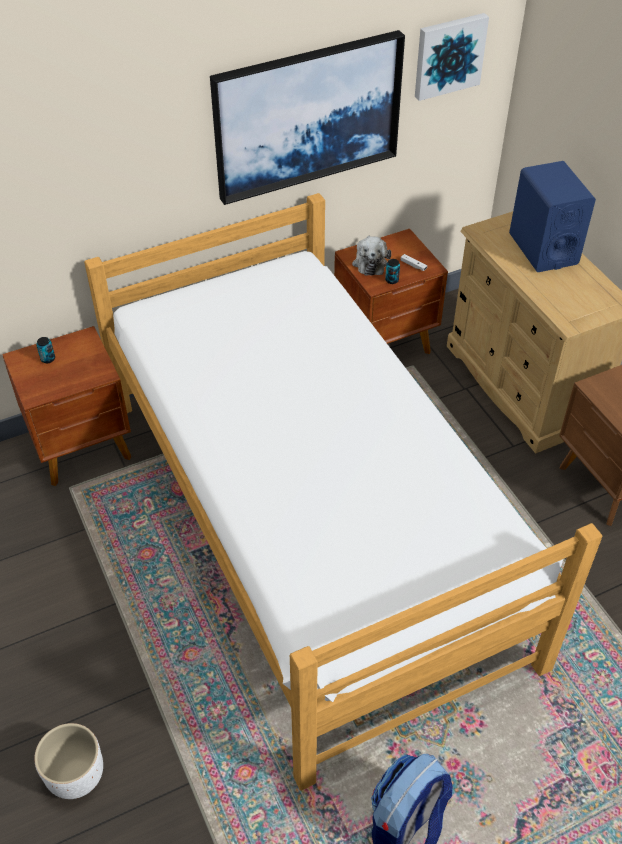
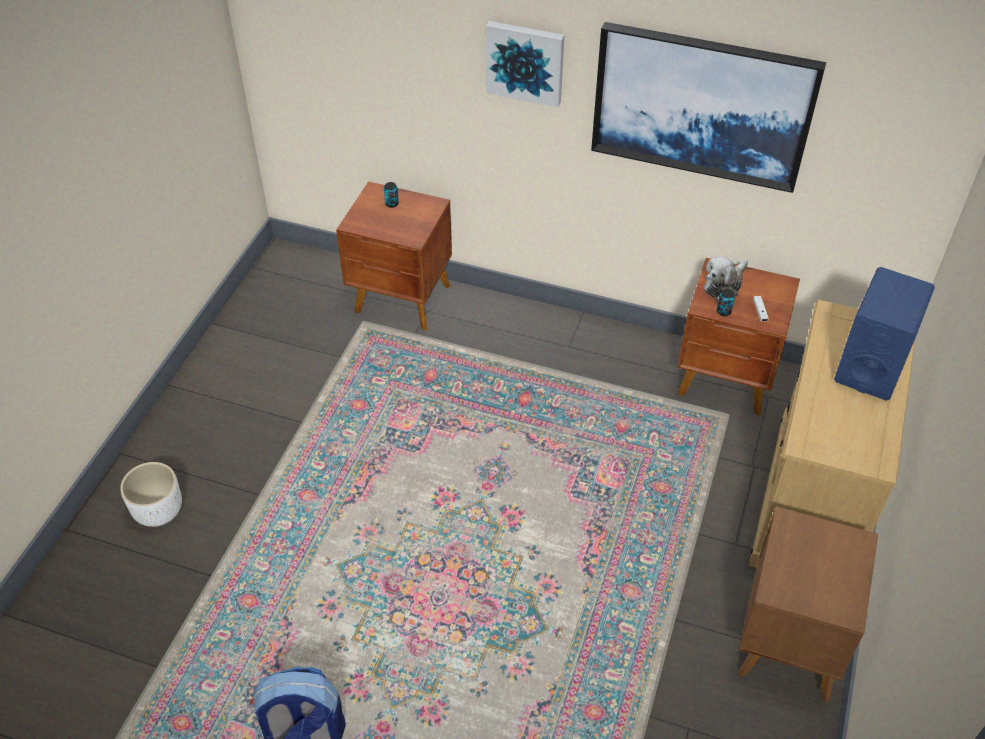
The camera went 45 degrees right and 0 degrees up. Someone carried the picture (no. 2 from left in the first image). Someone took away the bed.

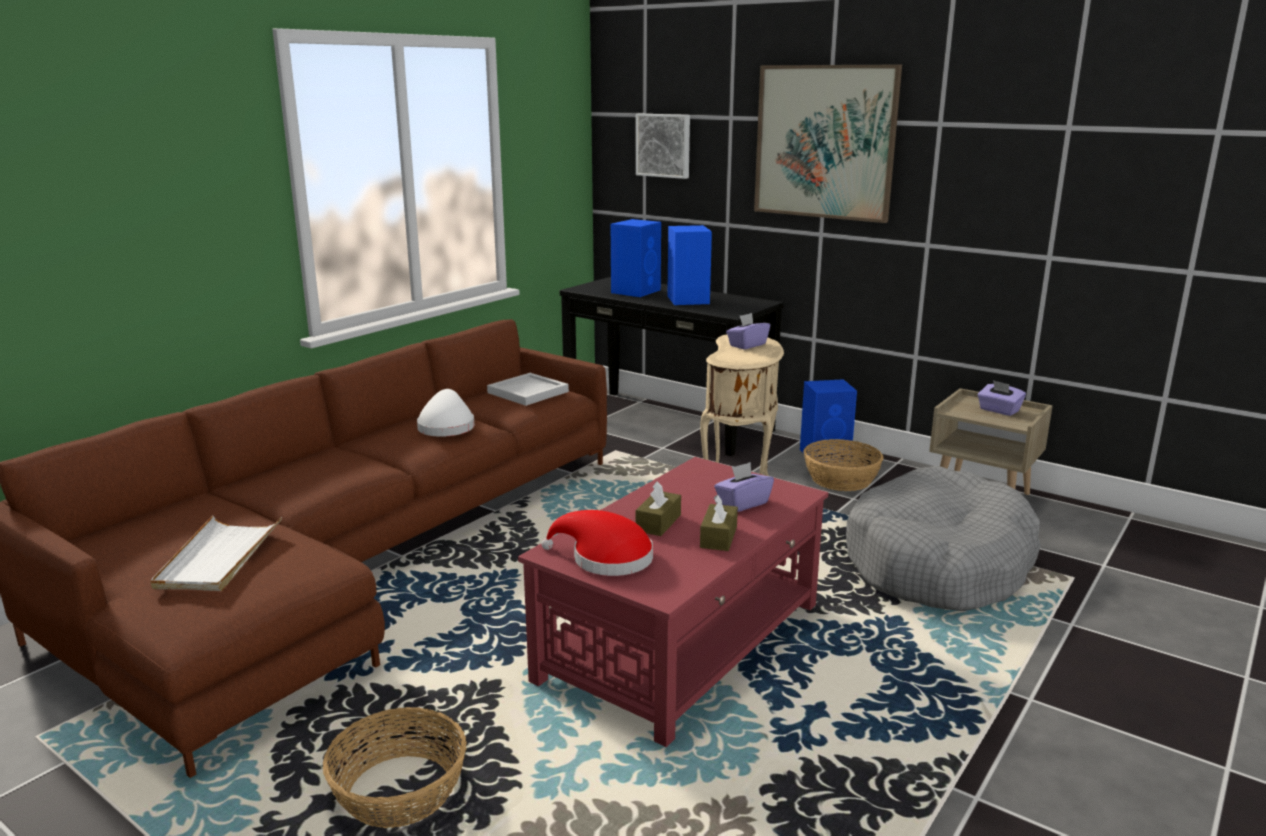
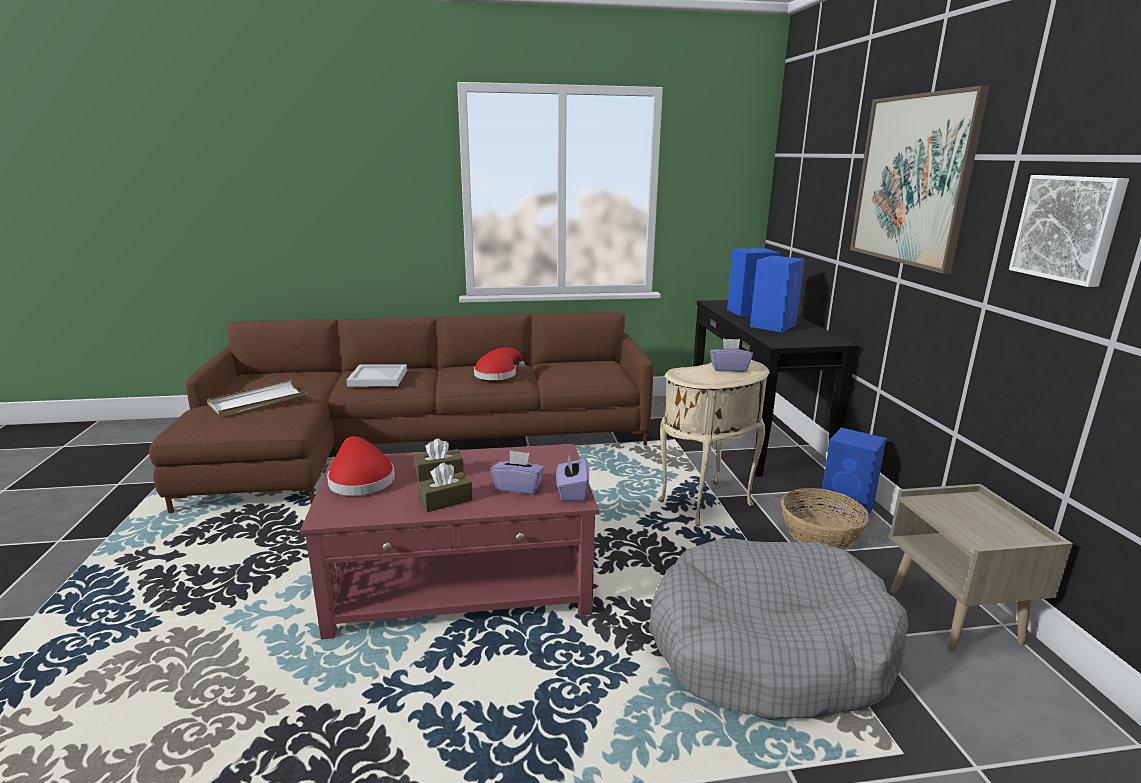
The camera went 45 degrees right and 0 degrees up. Someone carried the white tray (no. 2 from left). Someone repainted the white hat, which became the red hat (no. 2 from left). Someone carried the purple tissue box (no. 3 from left in the first image). Someone carried the picture (no. 1 from left in the first image). Someone took away the basket (no. 1 from left).

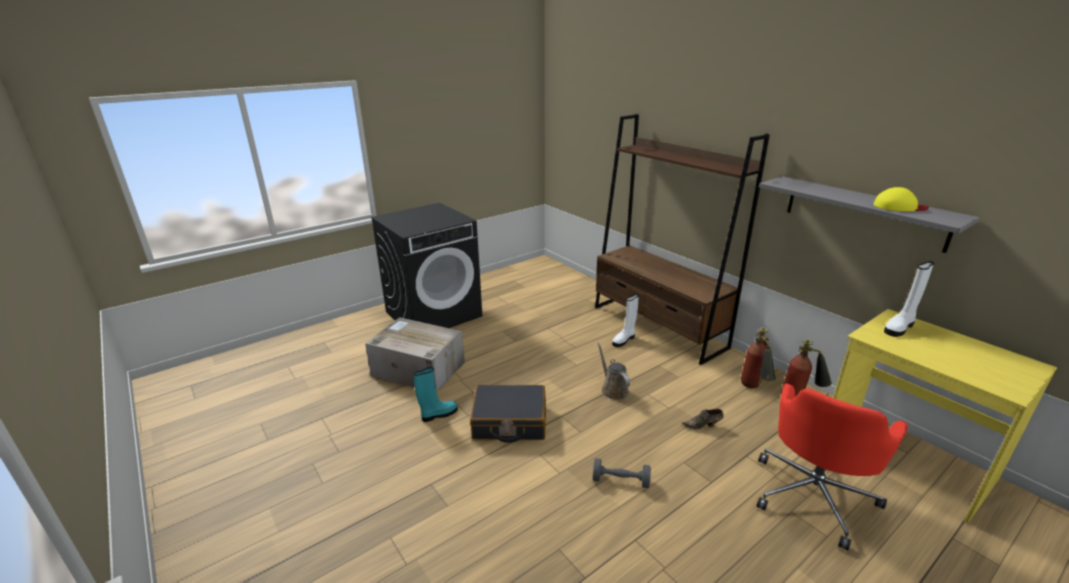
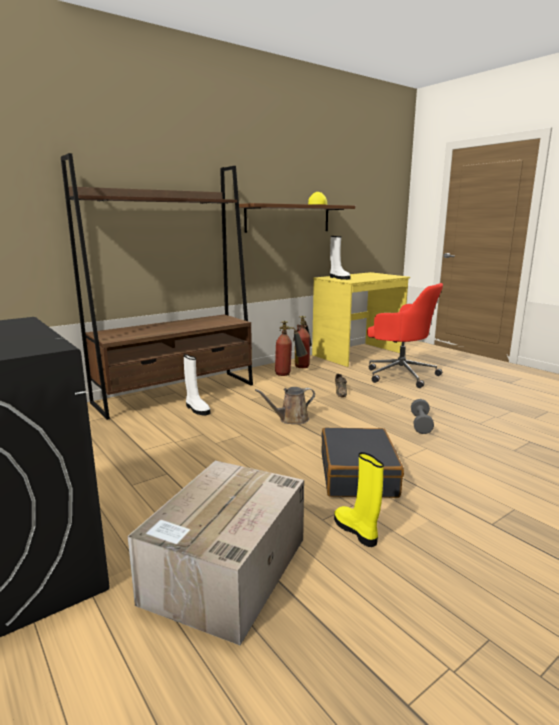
The camera went 90 degrees left and 10 degrees down. Someone repainted the grey shelf, which became the brown shelf. Someone repainted the turquoise boot, which became the yellow boot.

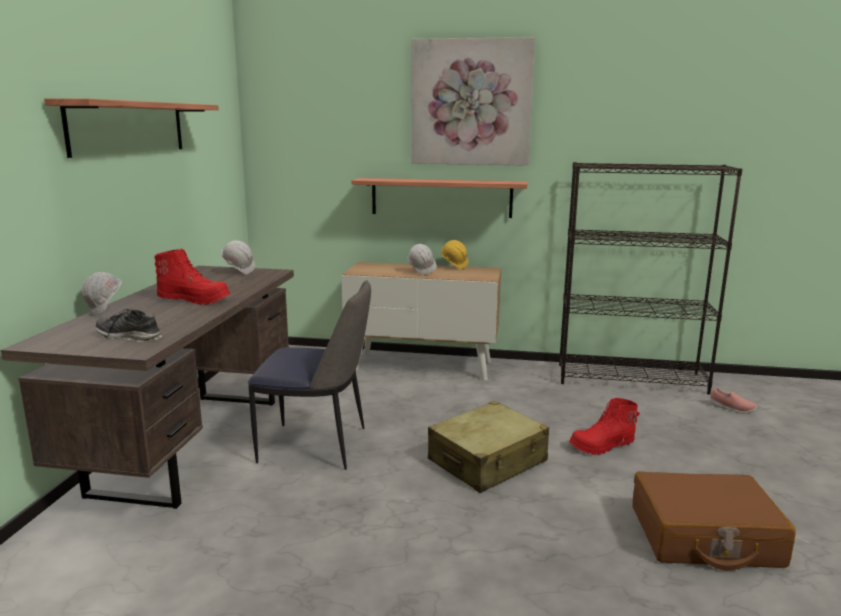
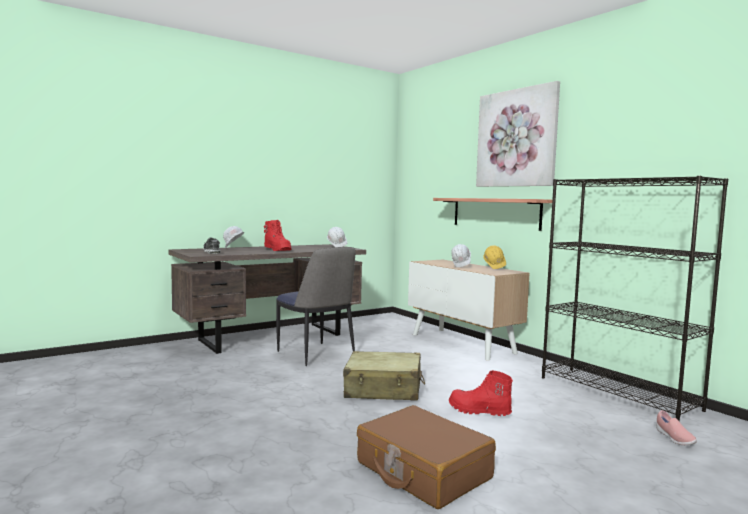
The camera went 45 degrees right and 10 degrees down. Someone took away the shelf (no. 1 from left).

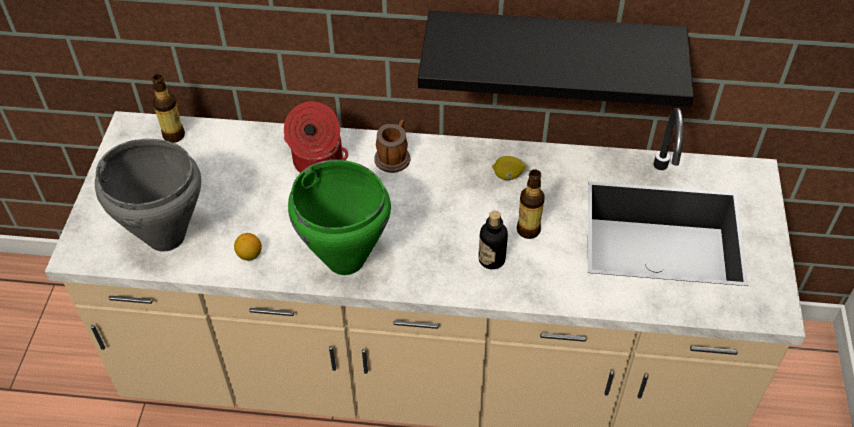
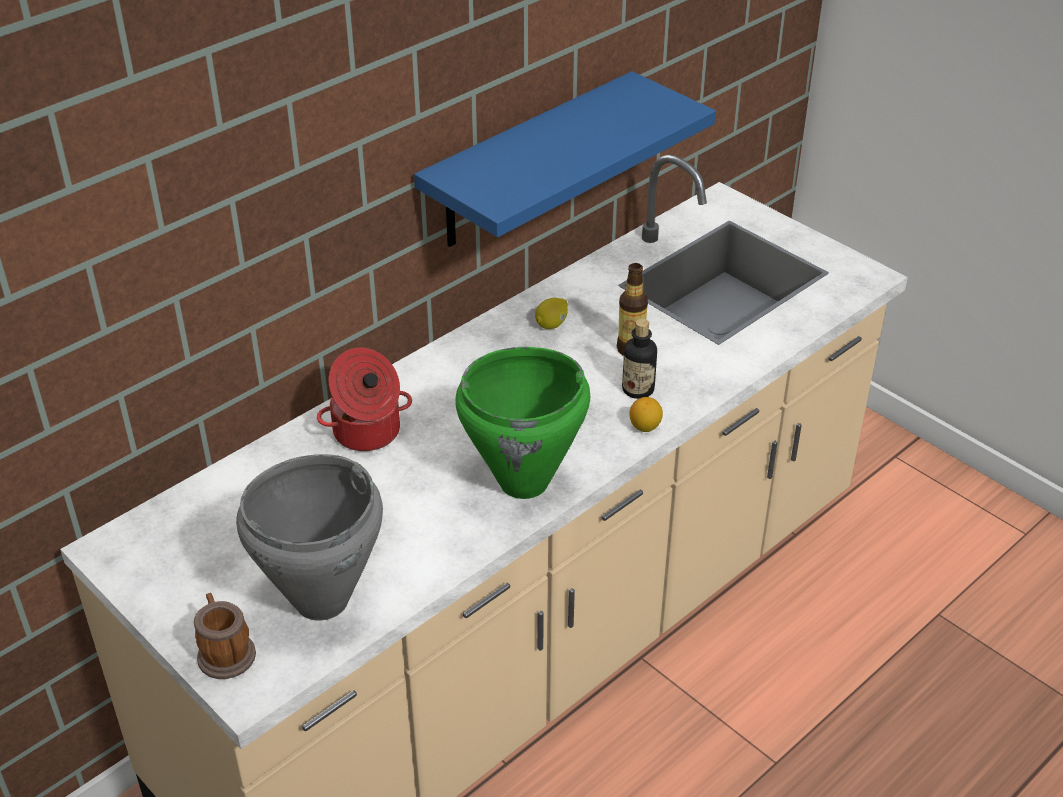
The camera went 50 degrees left and 10 degrees down. Someone carried the mug. Someone repainted the black shelf, which became the blue shelf. Someone carried the lemon (no. 1 from left in the first image). Someone took away the bottle (no. 1 from left).

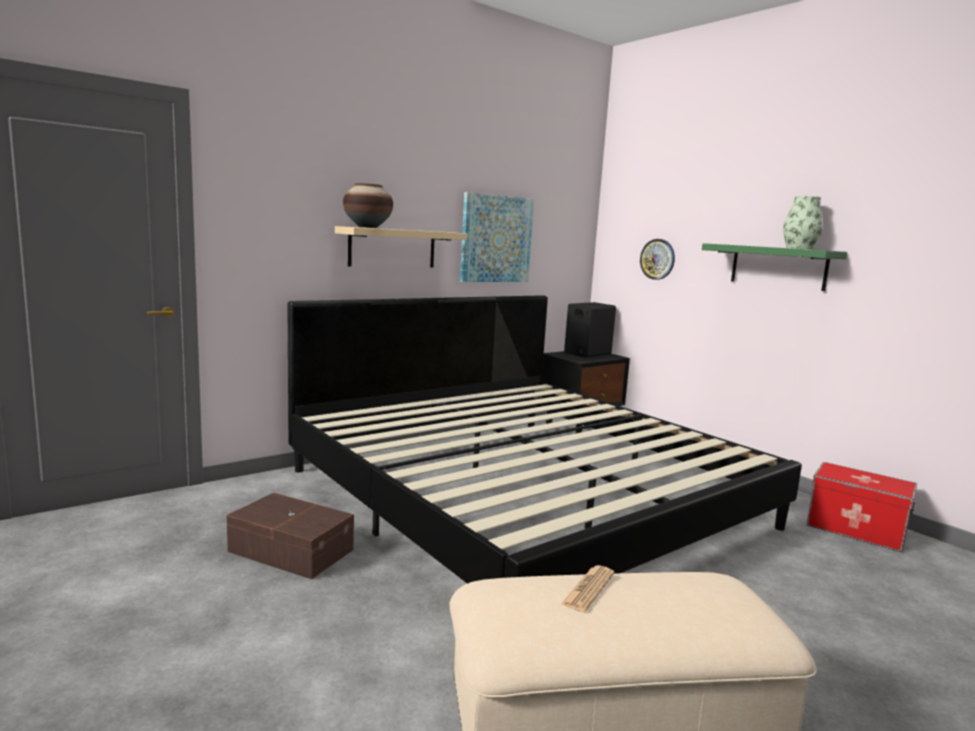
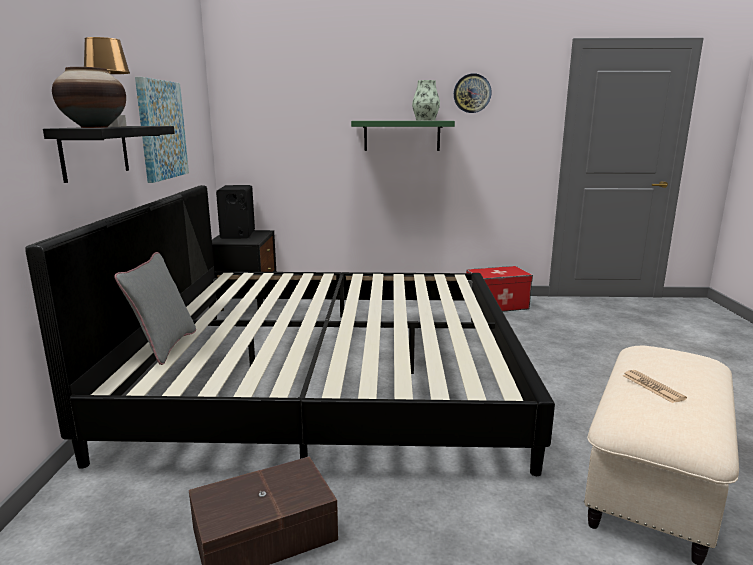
The camera went 50 degrees left and 5 degrees up. Someone repainted the beige shelf, which became the black shelf. Someone put down the brown table lamp. Someone put down the grey pillow. Someone carried the wall clock.

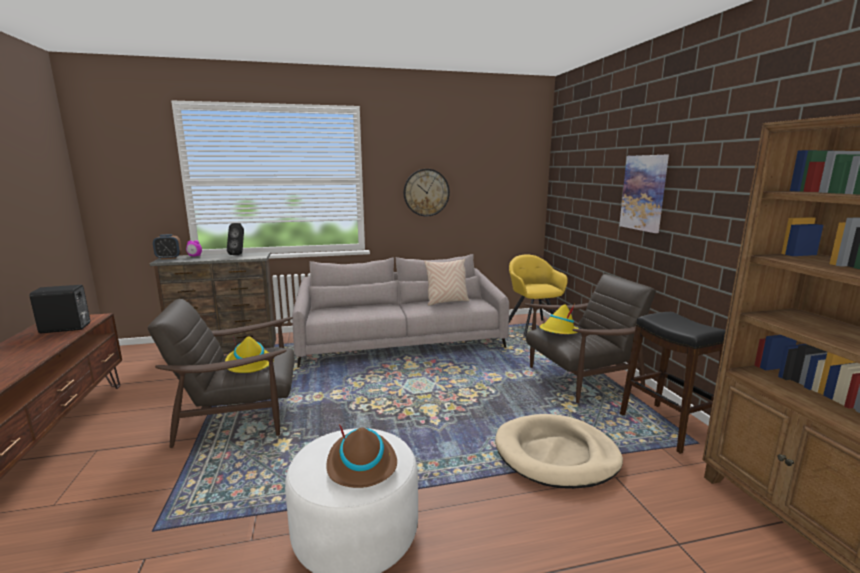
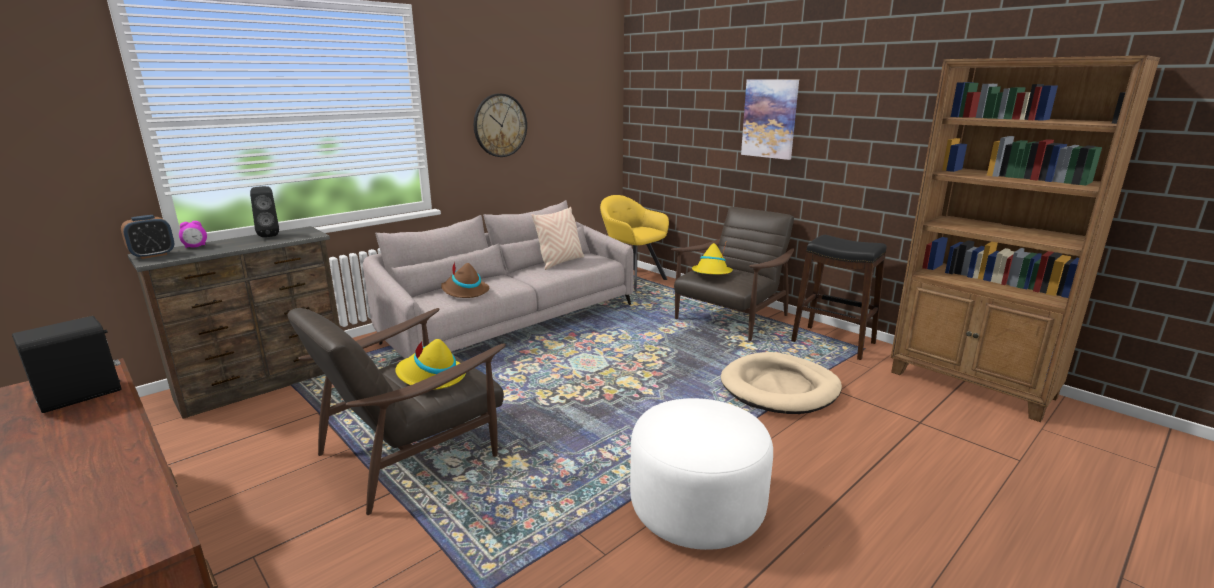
The camera went 30 degrees left and 5 degrees up. Someone carried the brown hat.

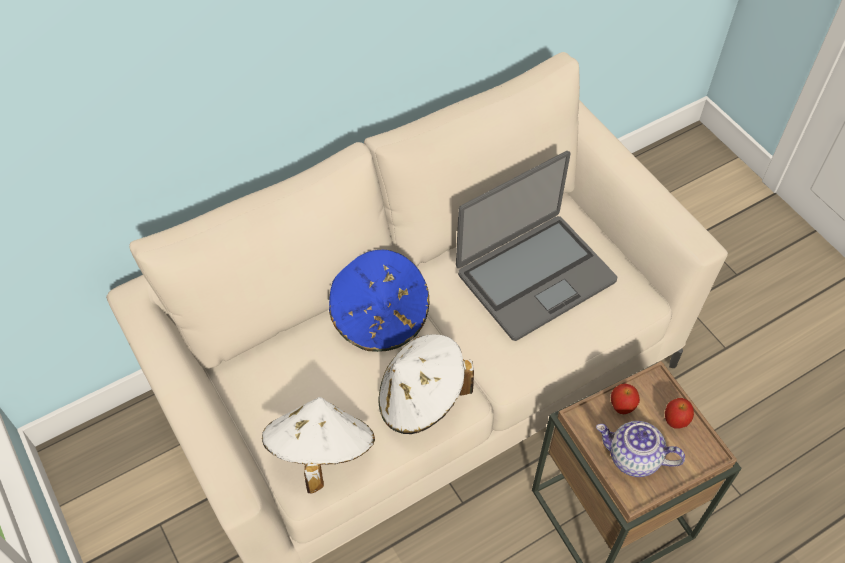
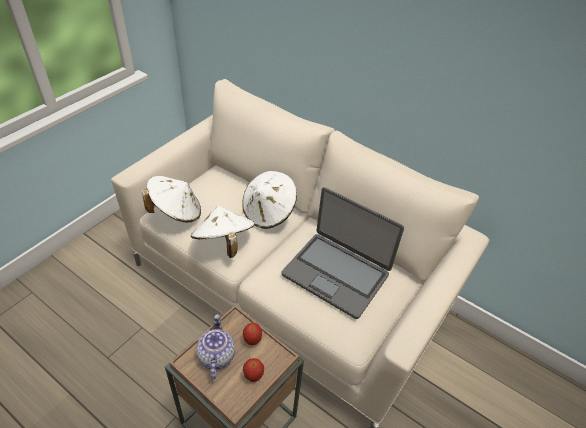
The camera went 65 degrees right and 10 degrees down. Someone repainted the blue hat, which became the white hat (no. 3 from left).

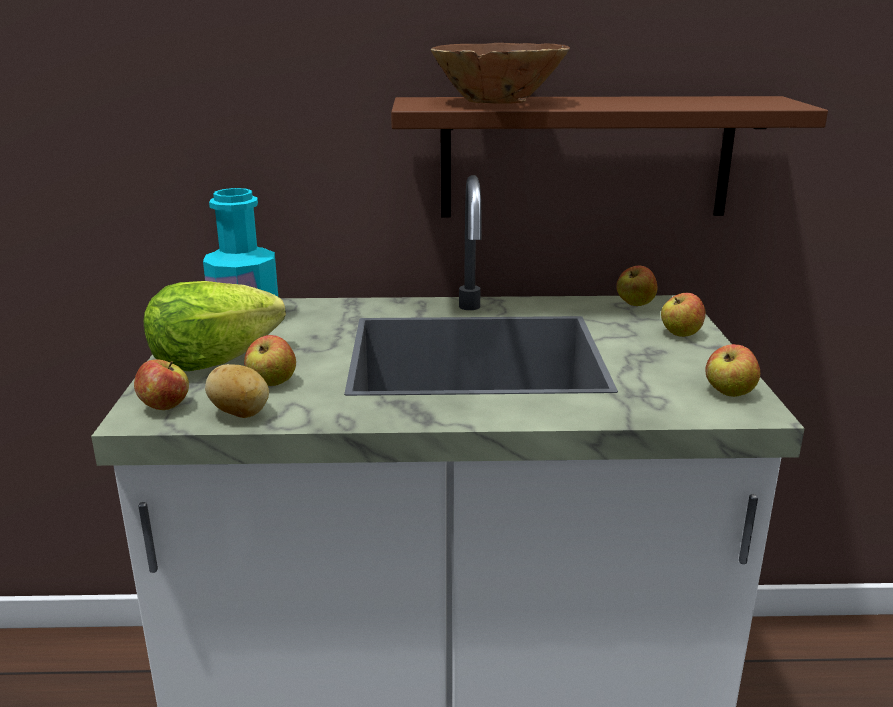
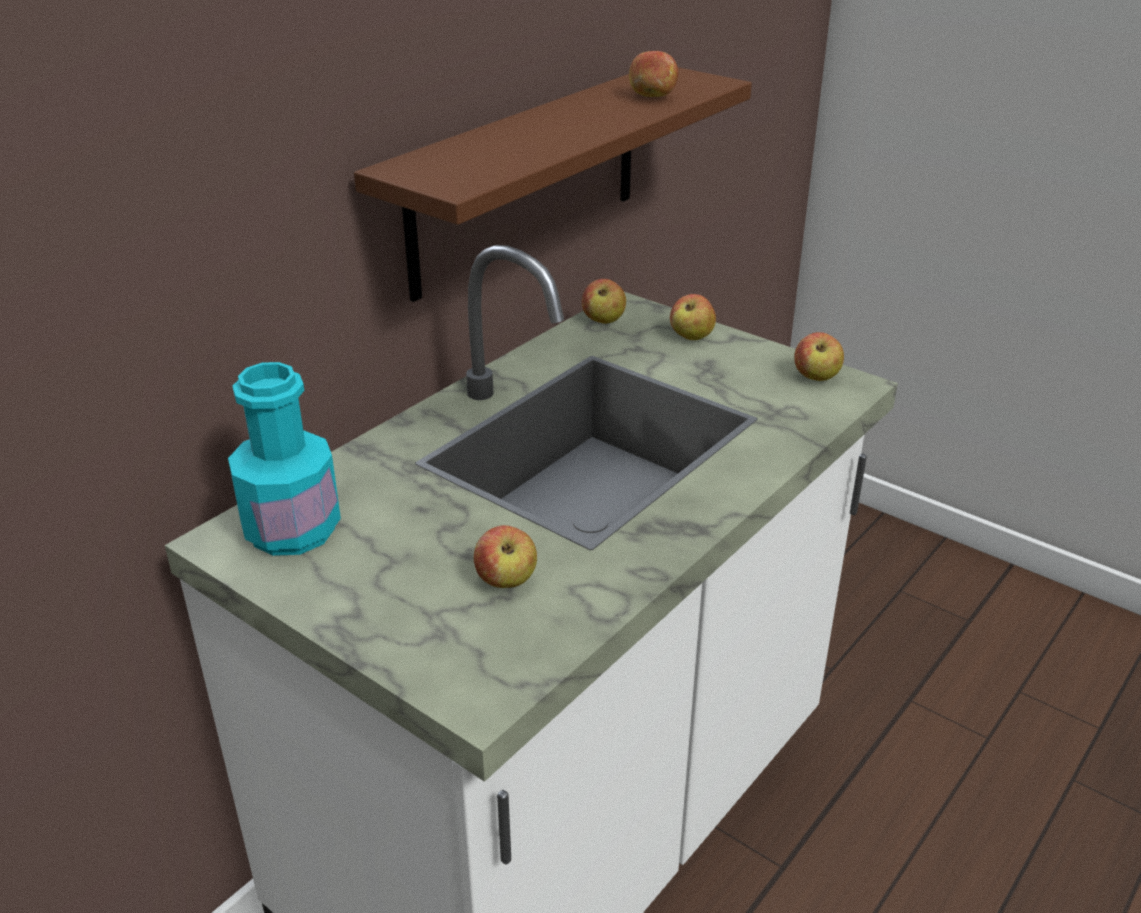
The camera went 50 degrees left and 10 degrees up. Someone carried the apple (no. 1 from left in the first image). Someone took away the lettuce. Someone took away the potato. Someone took away the brown bowl.

